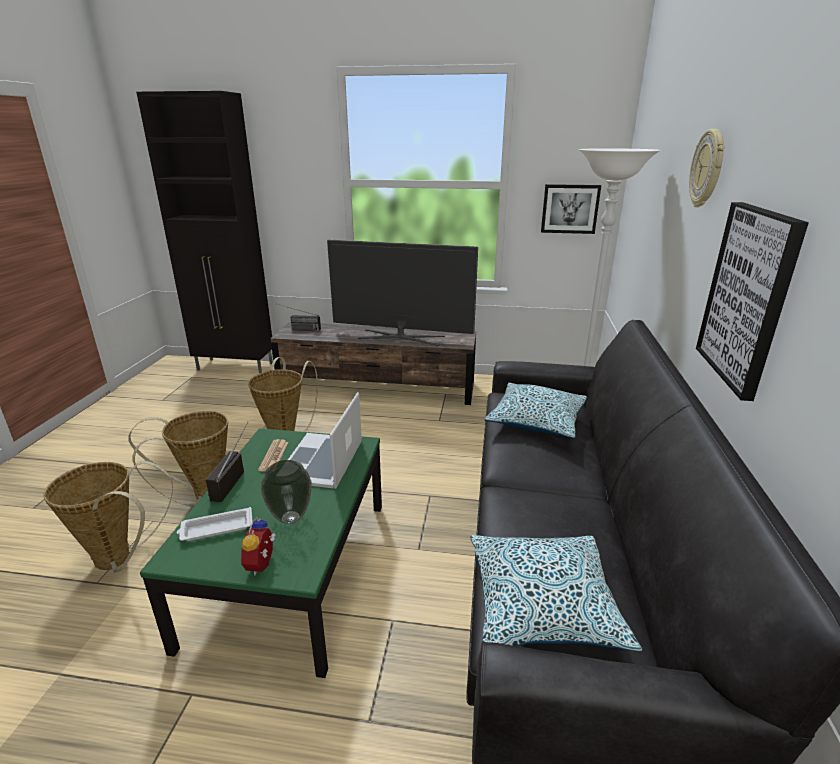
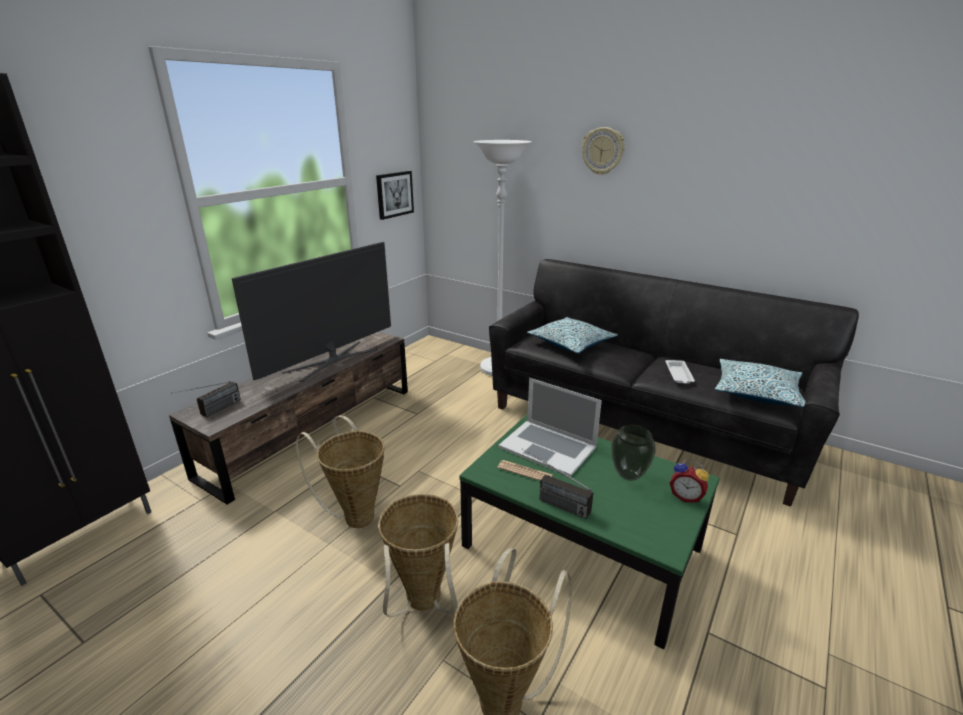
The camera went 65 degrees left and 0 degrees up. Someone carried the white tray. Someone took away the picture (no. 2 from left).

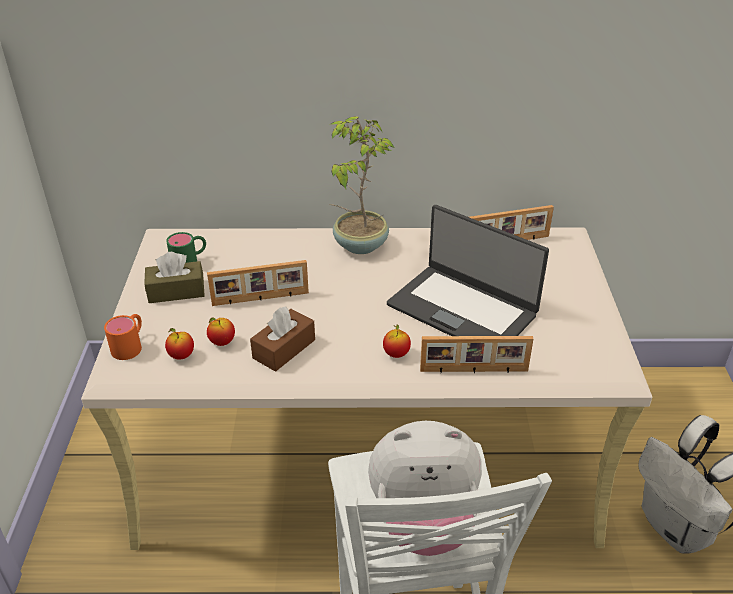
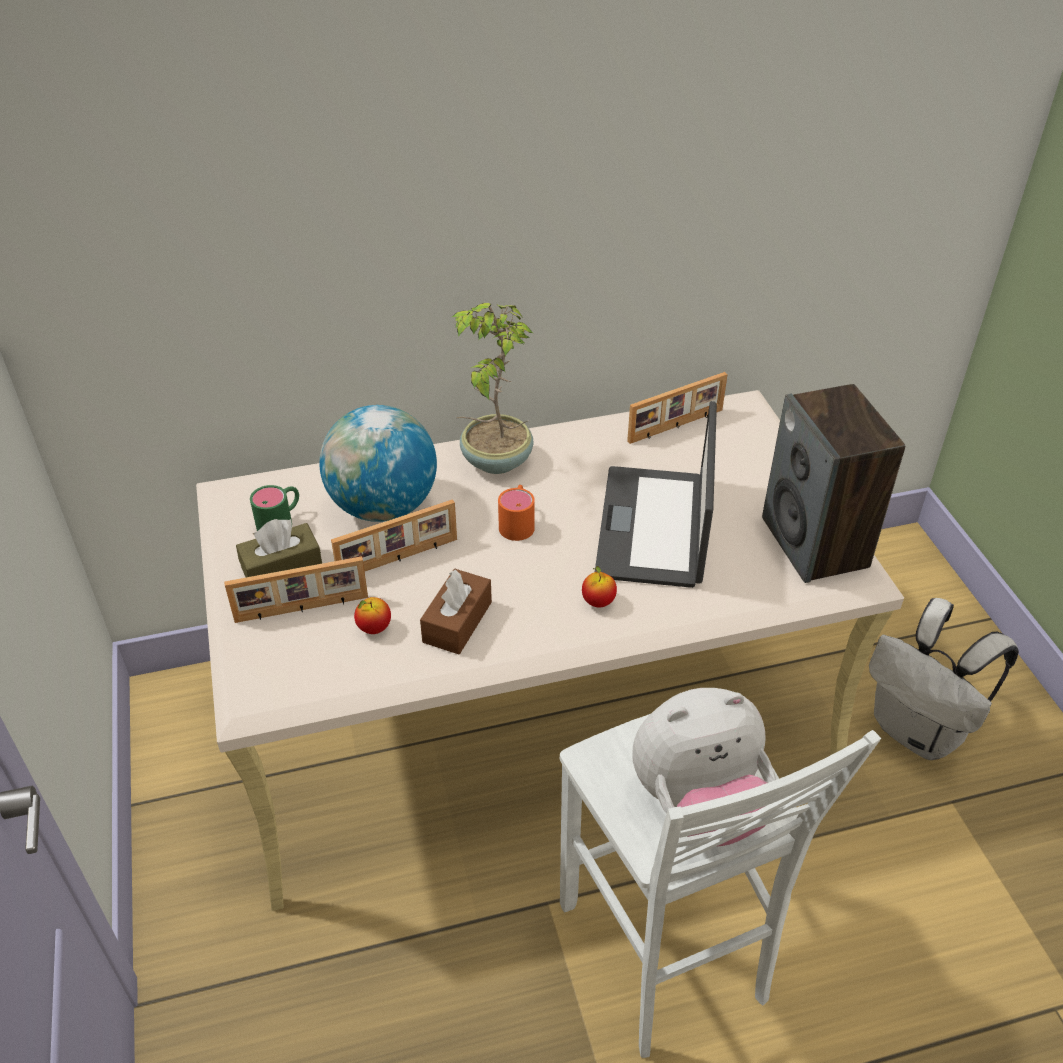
The camera went 15 degrees left and 5 degrees up. Someone carried the picture frame (no. 2 from left in the first image). Someone put down the globe. Someone carried the orange mug. Someone rotated the laptop by 75 degrees clockwise. Someone put down the speaker. Someone took away the apple (no. 1 from left).

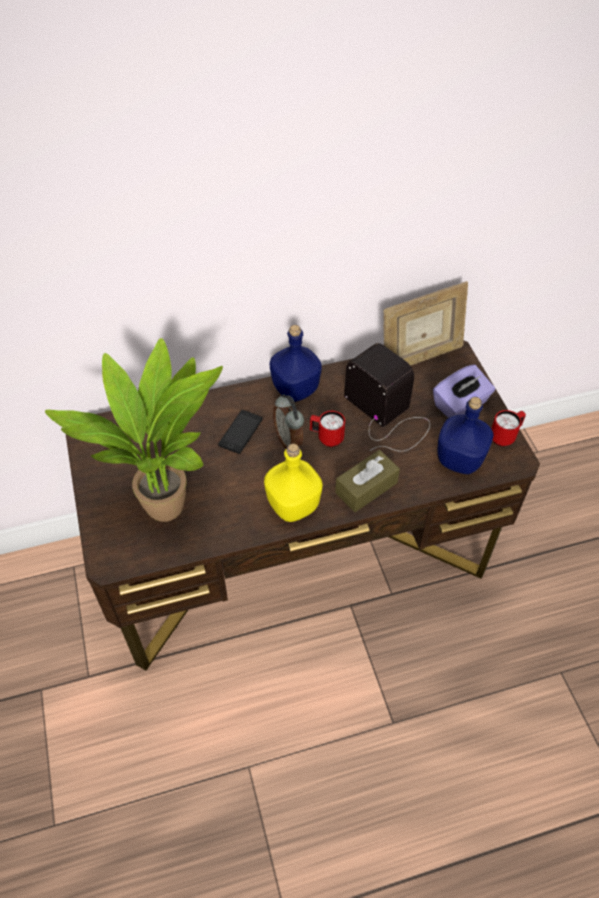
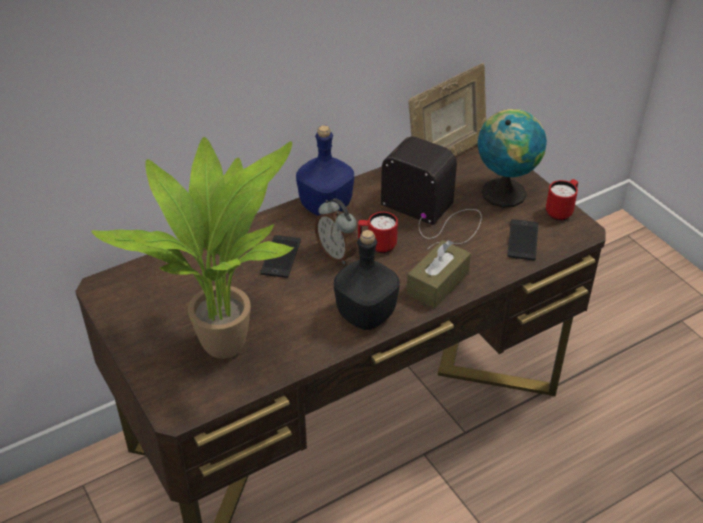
The camera went 15 degrees left and 10 degrees down. Someone repainted the yellow bottle, which became the black bottle. Someone swapped the purple tissue box for the globe. Someone swapped the blue bottle (no. 2 from left) for the phone (no. 2 from left).

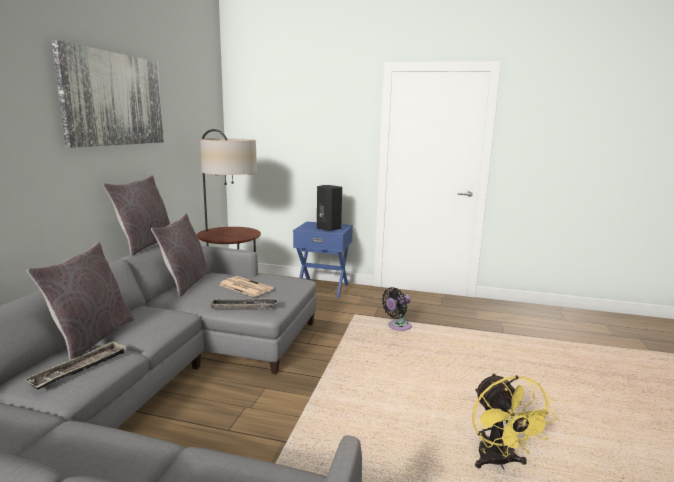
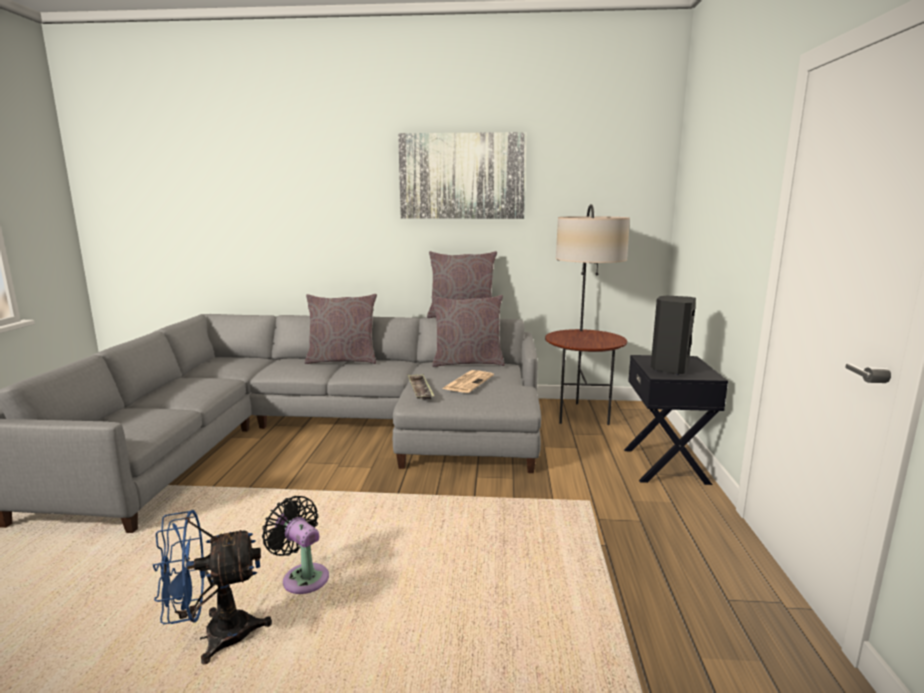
The camera went 80 degrees right and 0 degrees up. Someone repainted the yellow fan, which became the blue fan. Someone carried the black fan. Someone repainted the blue nightstand, which became the black nightstand. Someone took away the tray (no. 1 from left).

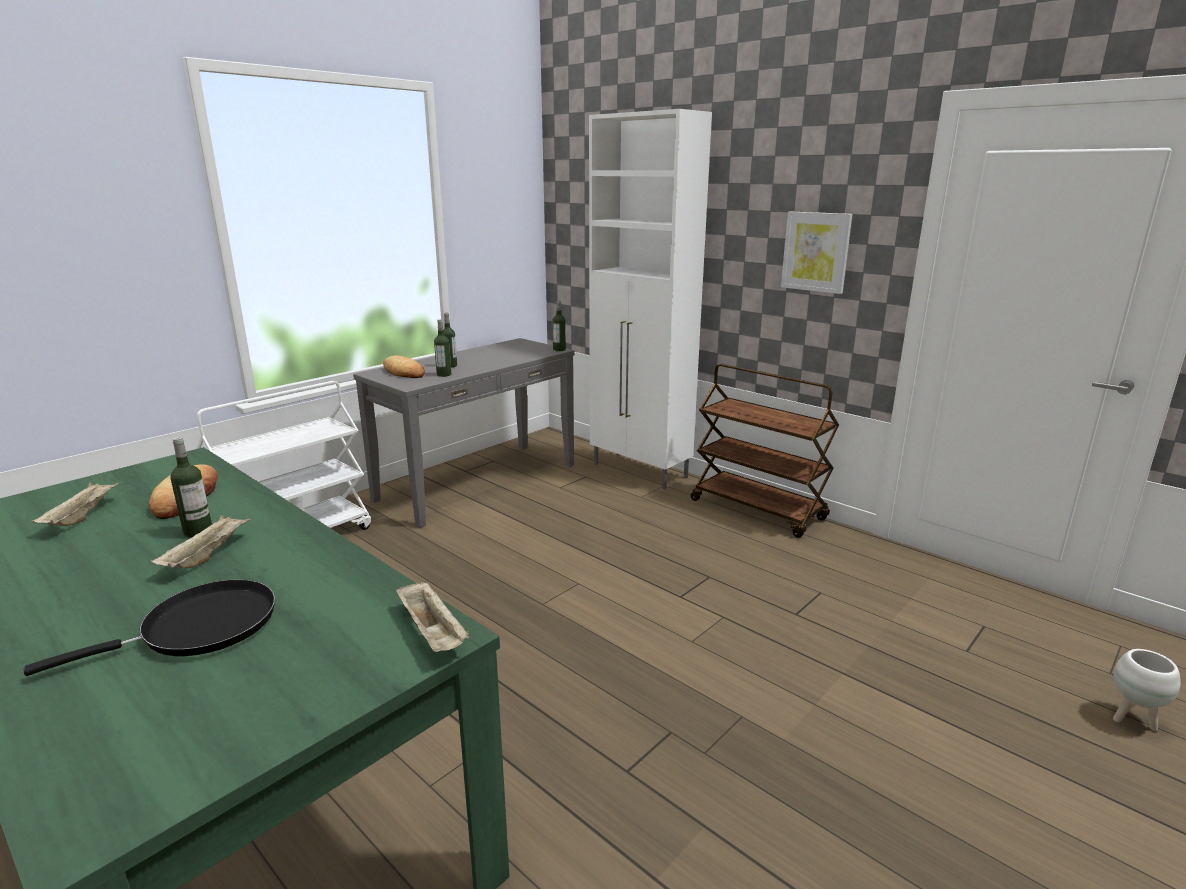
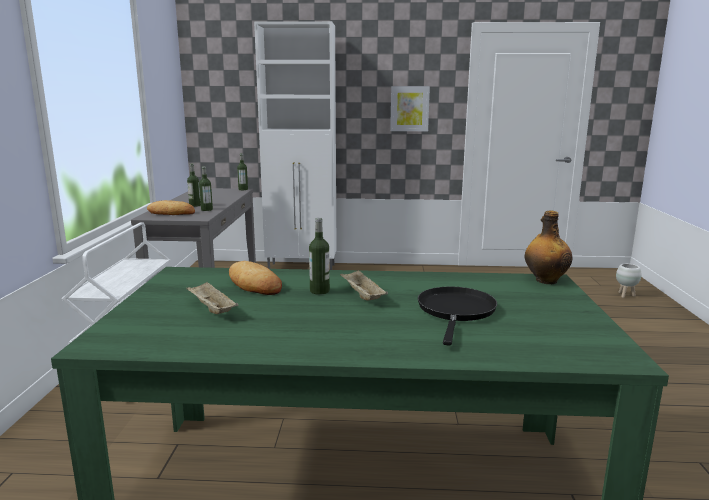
The camera went 40 degrees left and 5 degrees down. Someone swapped the beige tray (no. 3 from left) for the bottle (no. 5 from left). Someone took away the brown cart.

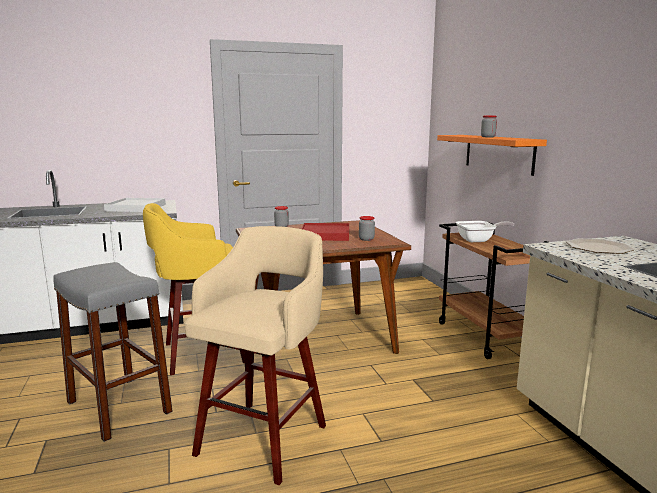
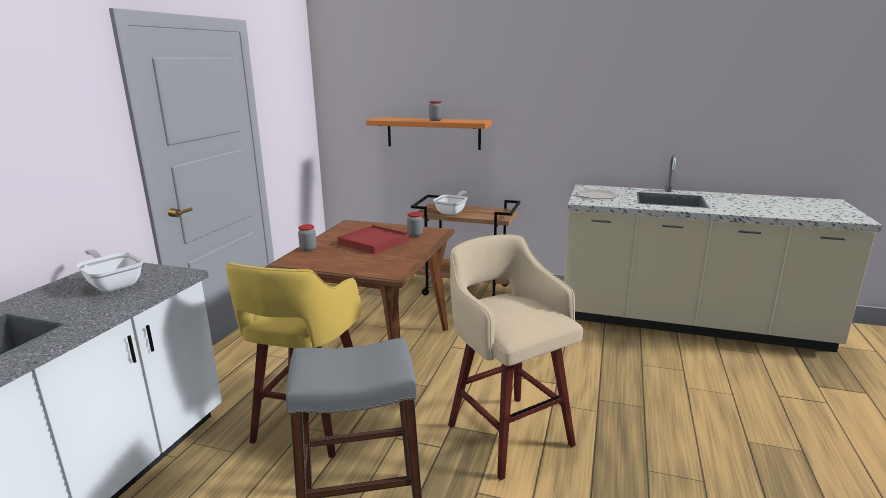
The camera went 55 degrees left and 5 degrees up. Someone swapped the white tray for the frying pan (no. 1 from left).

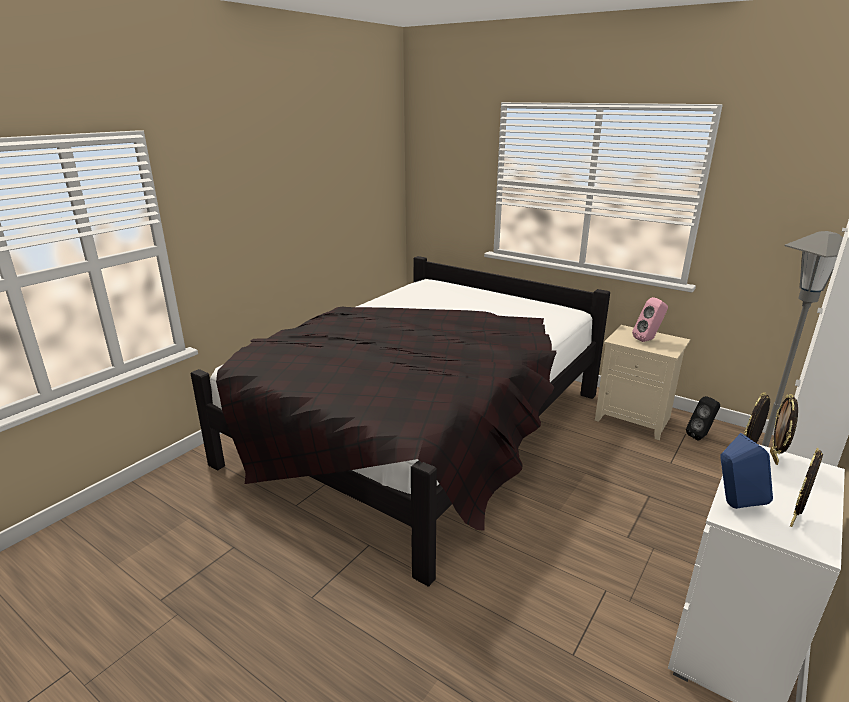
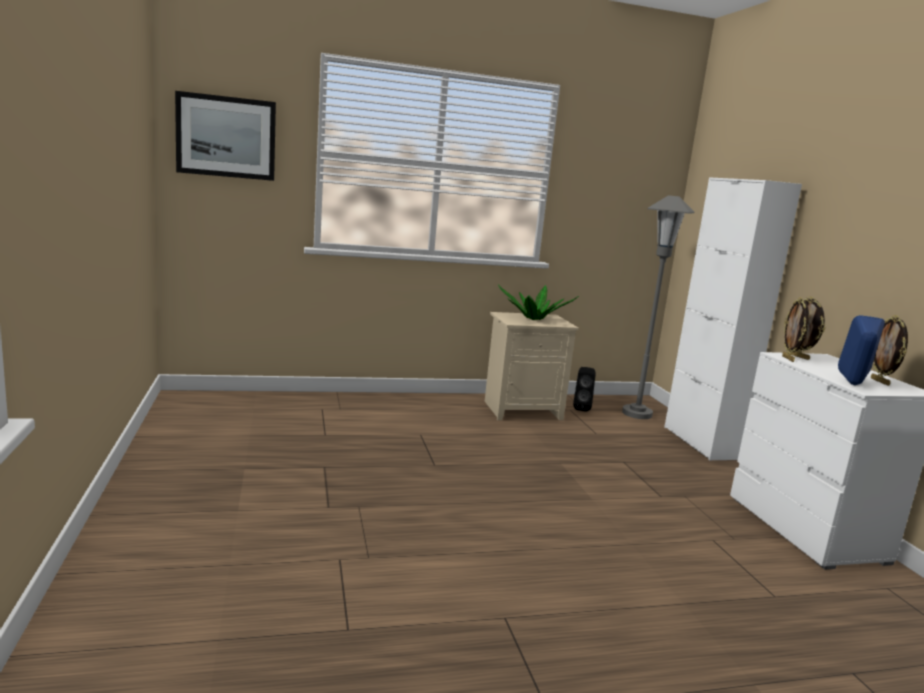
The camera went 50 degrees left and 10 degrees down. Someone put up the picture. Someone swapped the pink speaker for the potted plant. Someone took away the black bed.

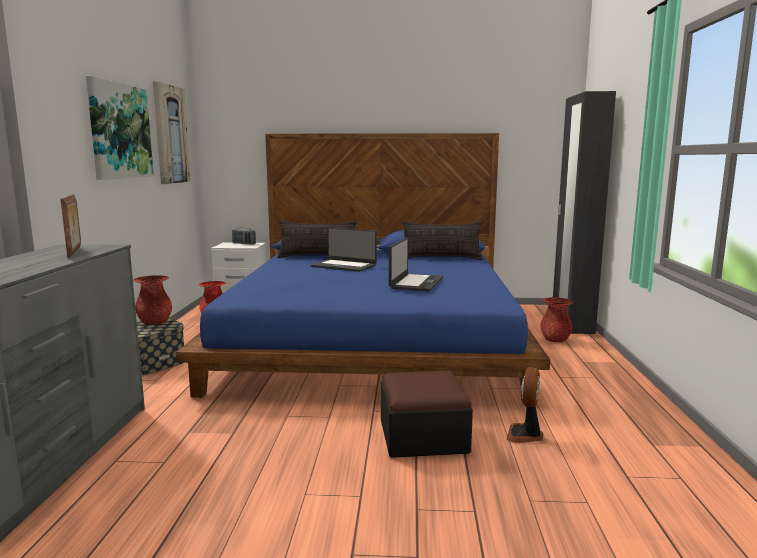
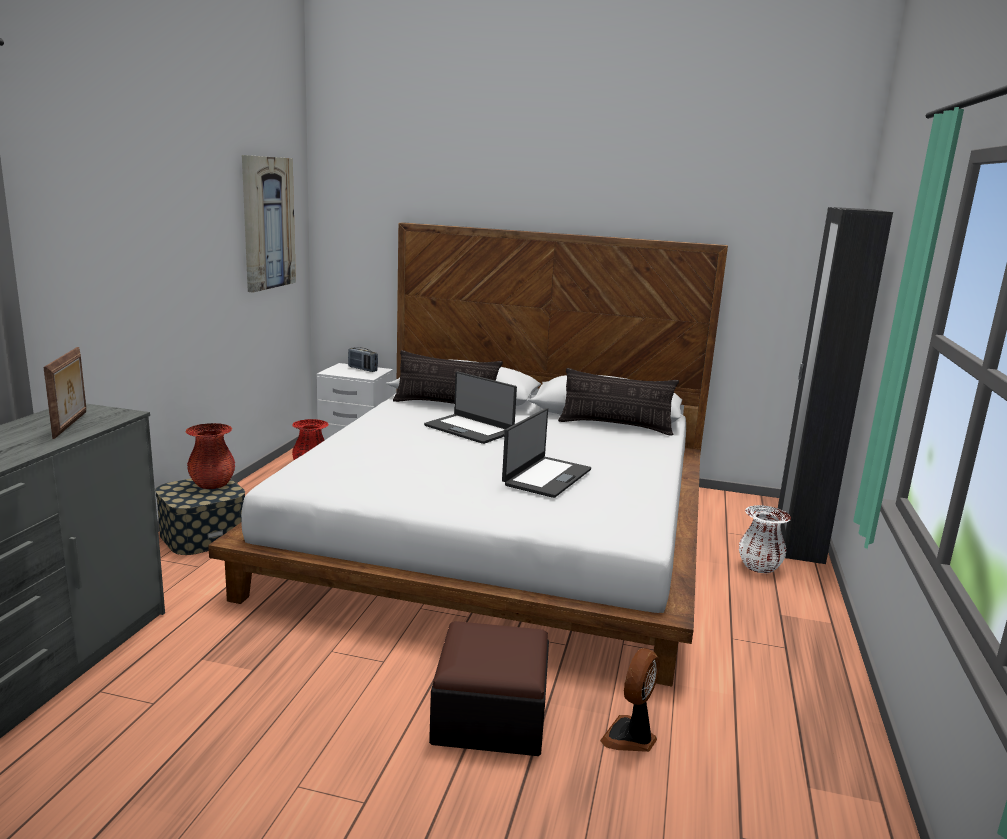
The camera went 10 degrees right and 5 degrees up. Someone repainted the blue bed, which became the white bed. Someone repainted the red vase (no. 3 from left), which became the white vase. Someone took away the picture (no. 1 from left).

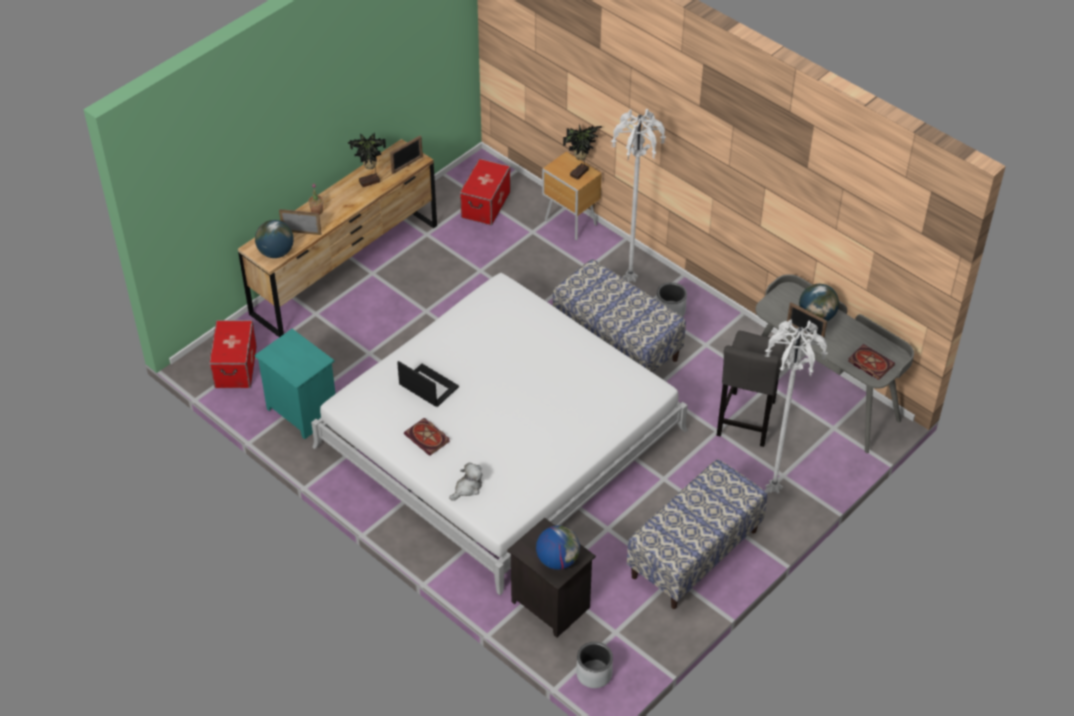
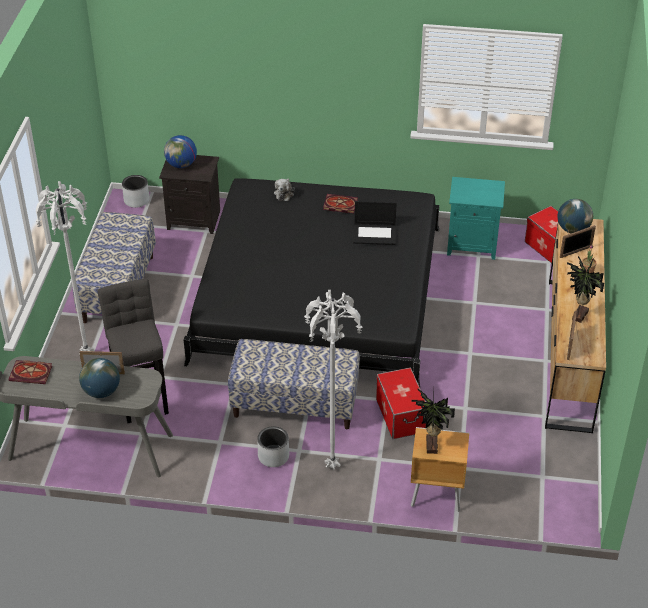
The camera went 145 degrees right and 5 degrees down. Someone repainted the white bed, which became the black bed. Someone carried the storage box (no. 2 from left in the first image).

